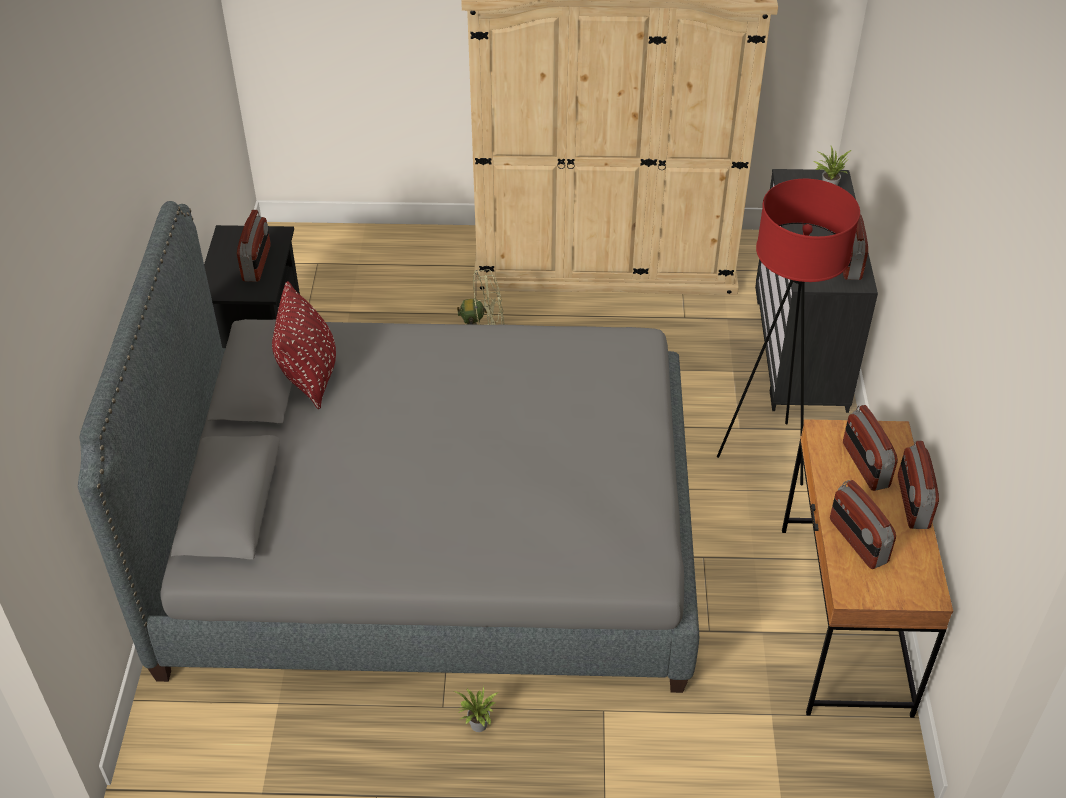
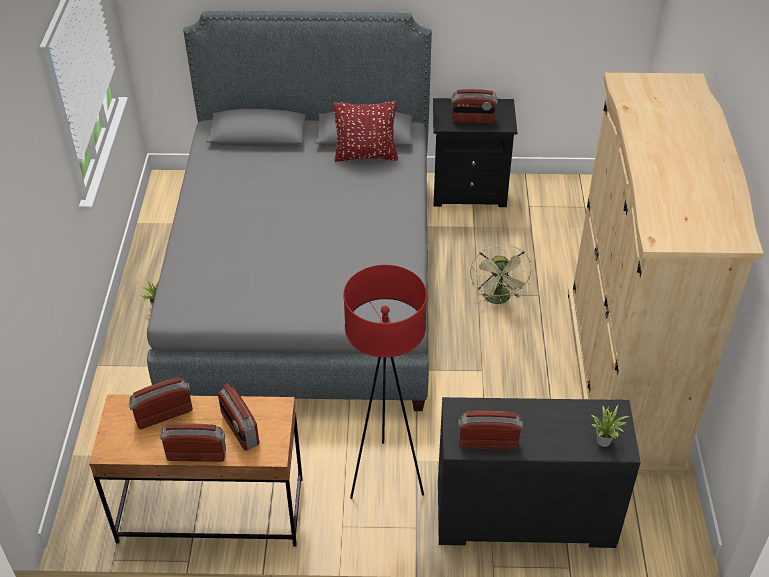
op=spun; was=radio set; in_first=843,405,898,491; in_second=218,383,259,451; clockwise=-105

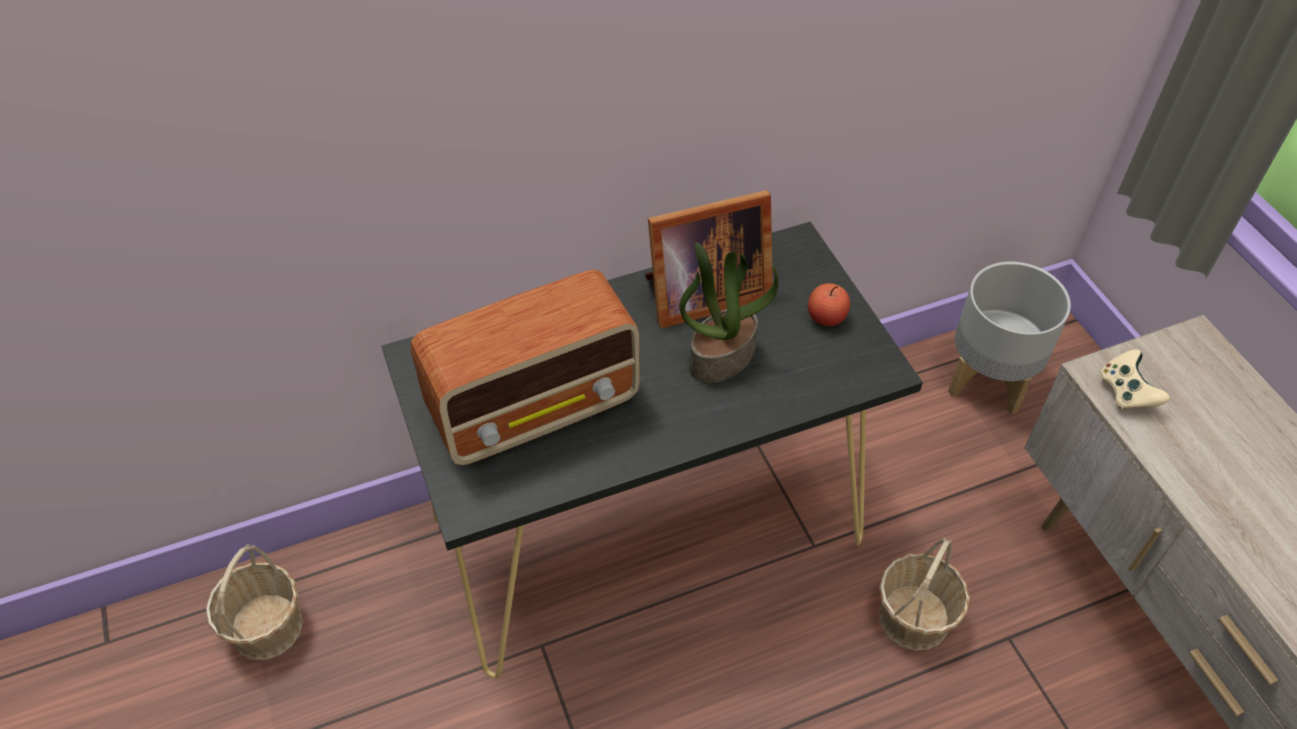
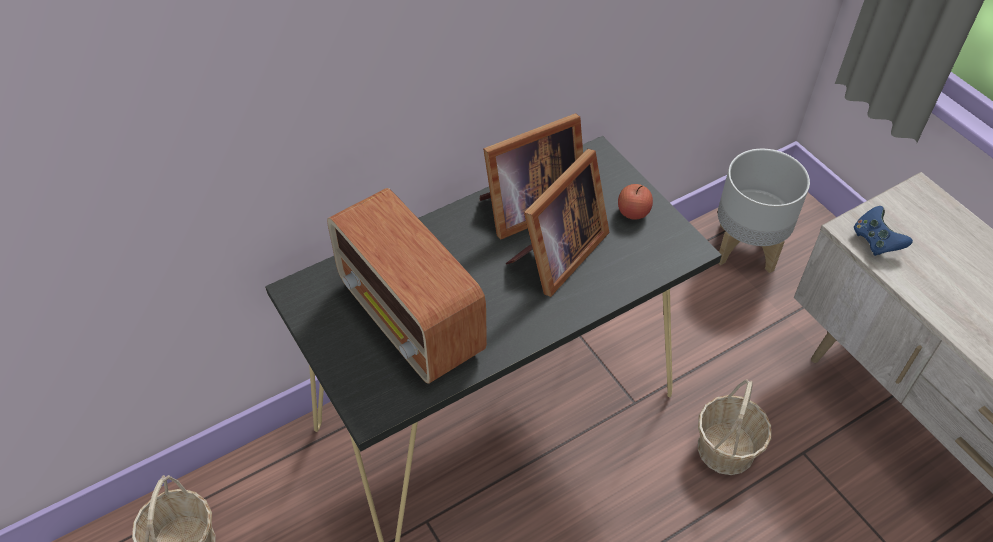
op=exchanged; was=plant in a pot; now=photo frame; in_first=680,243,779,383; in_second=506,149,609,297
op=colour; was=game controller/beige-coloured; now=game controller/blue-coloured; in_first=1100,349,1170,410; in_second=854,206,913,256
op=spun; was=radio set; in_first=411,270,640,465; in_second=327,188,487,384; clockwise=90

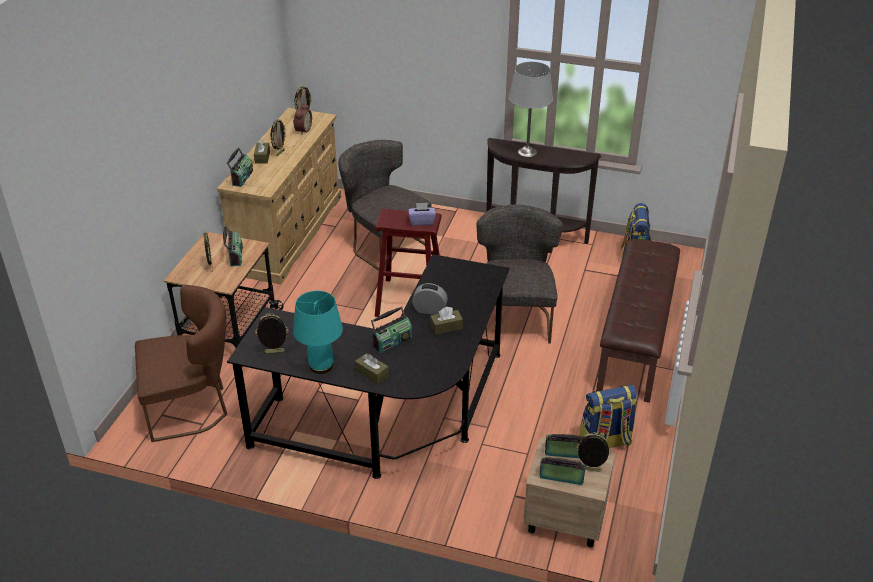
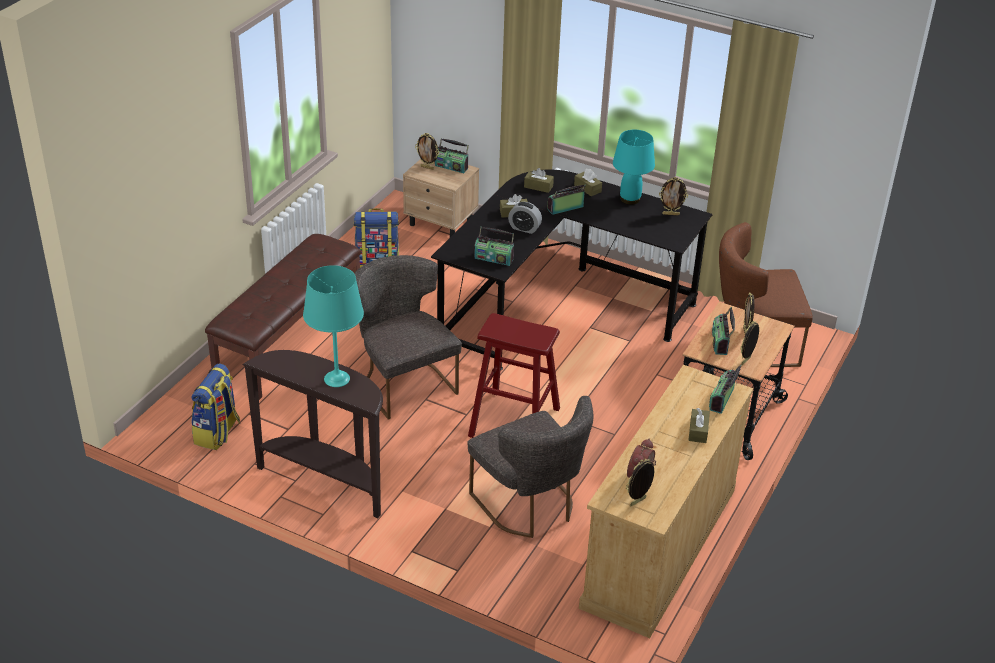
op=missing; was=tissue holder/purple-coloured; in_first=408,203,436,226
op=appeared; now=tissue holder/brown; in_second=524,168,554,193
op=relocated; was=photo frame; in_first=271,119,286,156; in_second=740,321,759,365
op=relocated; was=radio set; in_first=545,434,585,458; in_second=474,227,514,266
op=colour; was=lamp for a table/greyish; now=lamp for a table/turquoise; in_first=509,62,553,157; in_second=303,265,364,387
op=spun; was=upright chair/greyish; in_first=476,204,563,343; in_second=354,255,462,420; clockwise=135

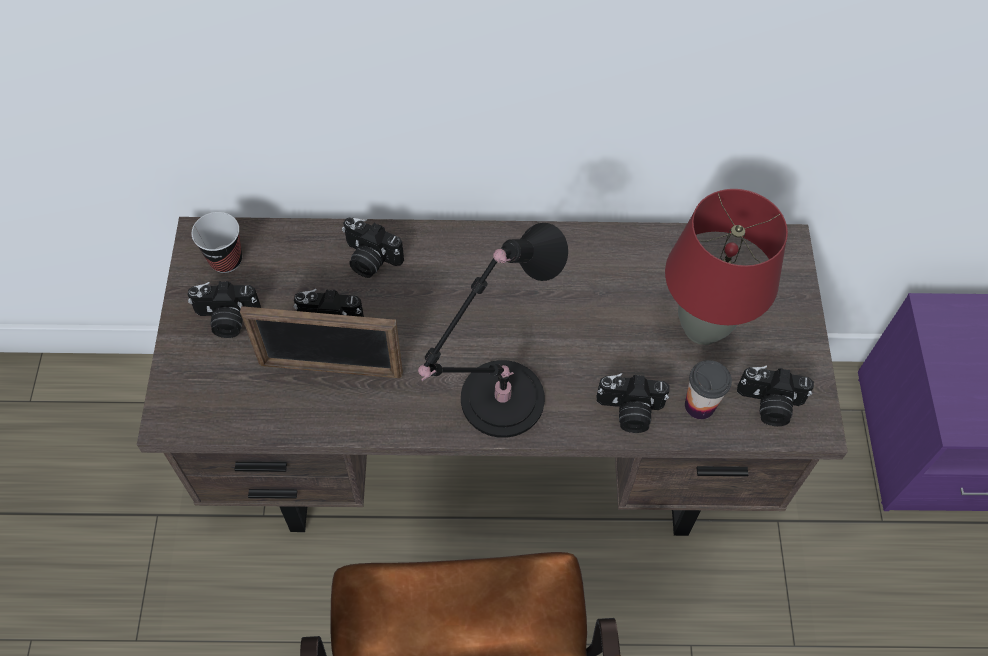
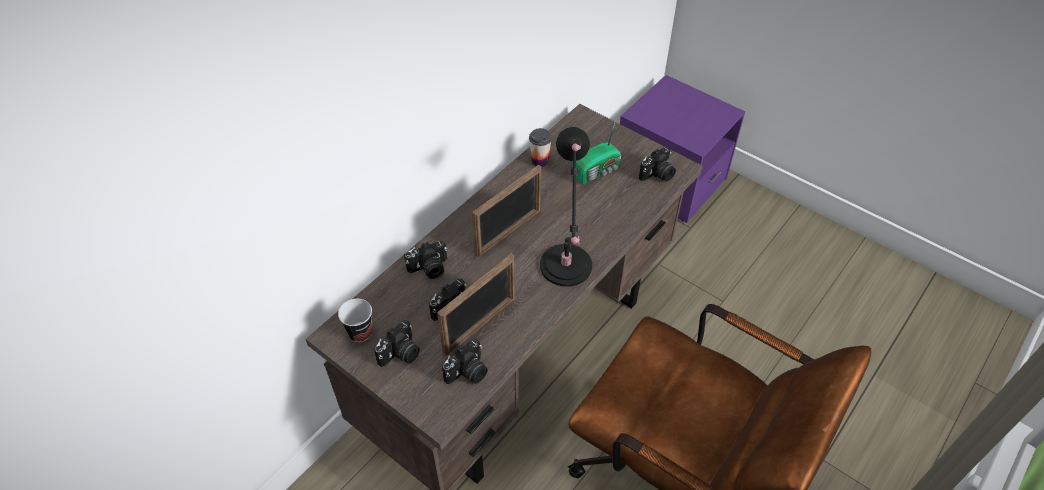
op=appeared; now=photo frame; in_second=472,165,541,258
op=relocated; was=still camera; in_first=596,373,669,433; in_second=442,339,488,384
op=relocated; was=small cup; in_first=685,360,732,419; in_second=529,128,552,167
op=exchanged; was=lamp for a table/reddish; now=radio set; in_first=665,189,788,345; in_second=576,120,621,184

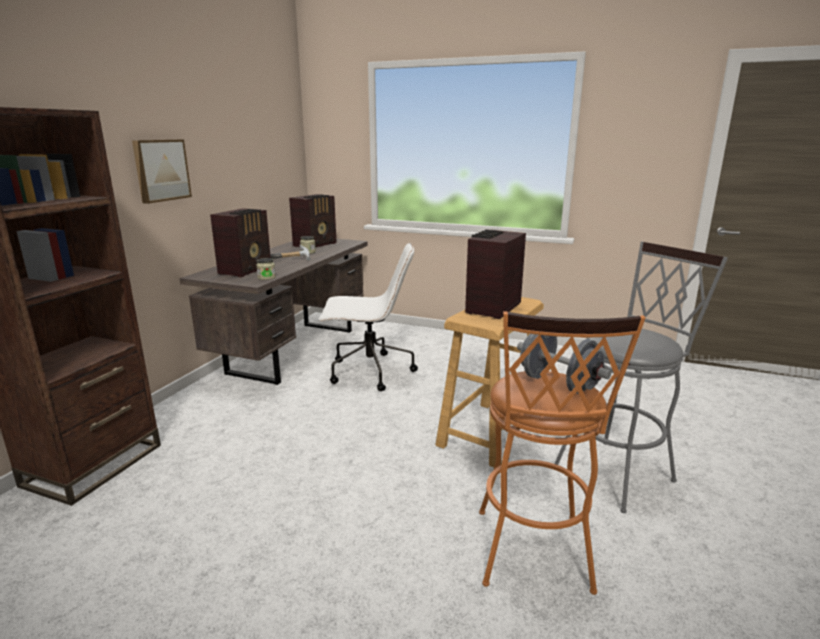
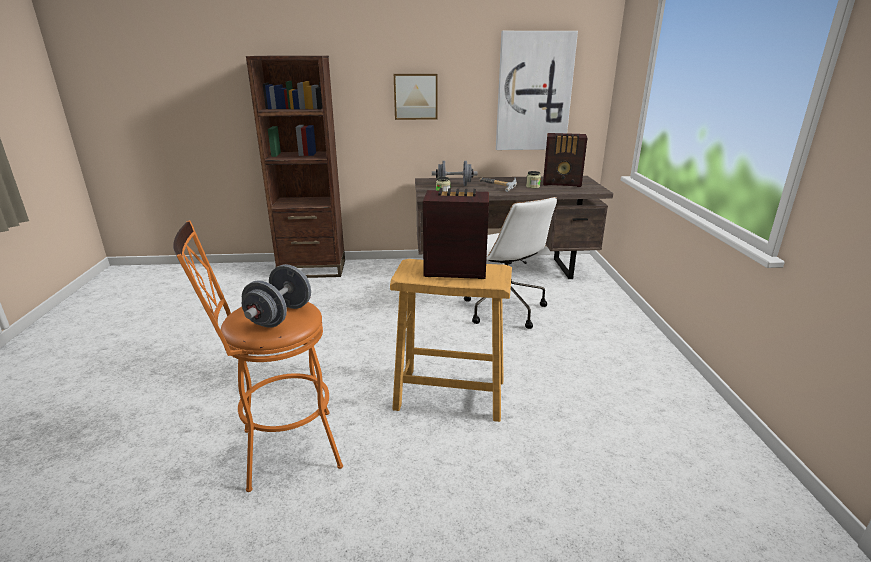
op=missing; was=stool seat/greyish; in_first=555,241,728,513
op=appeared; now=picture; in_second=496,31,578,150
op=exchanged; was=radio set; now=dumbbell/greyish; in_first=210,208,271,277; in_second=432,161,478,186

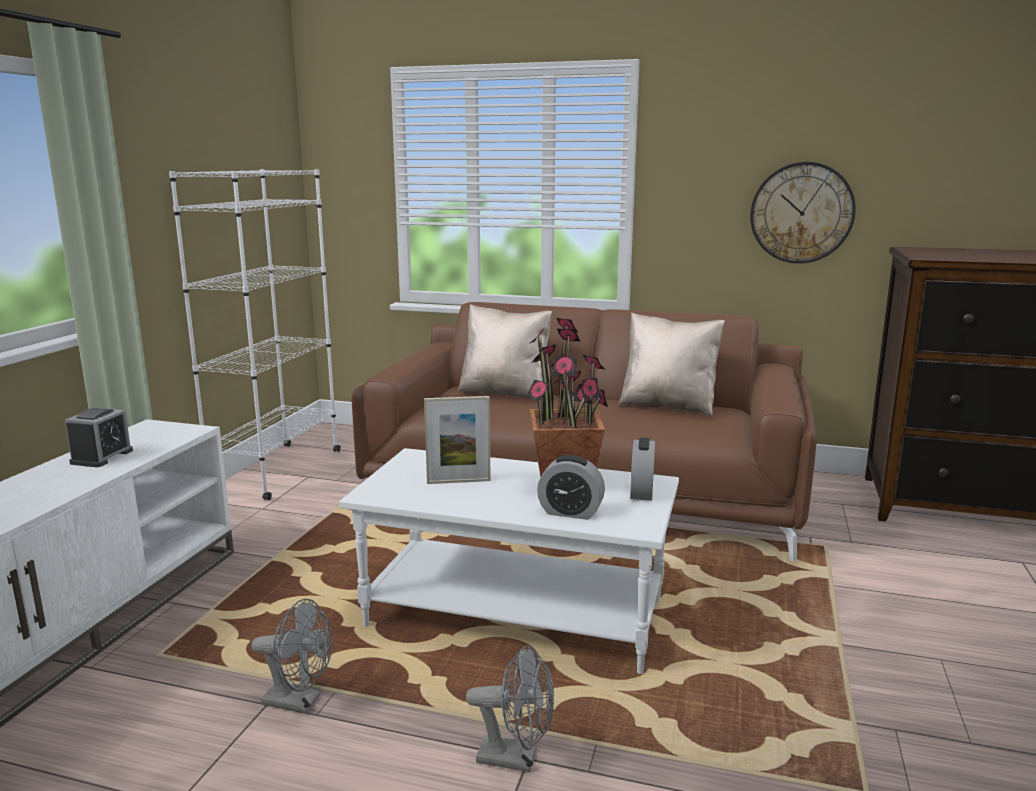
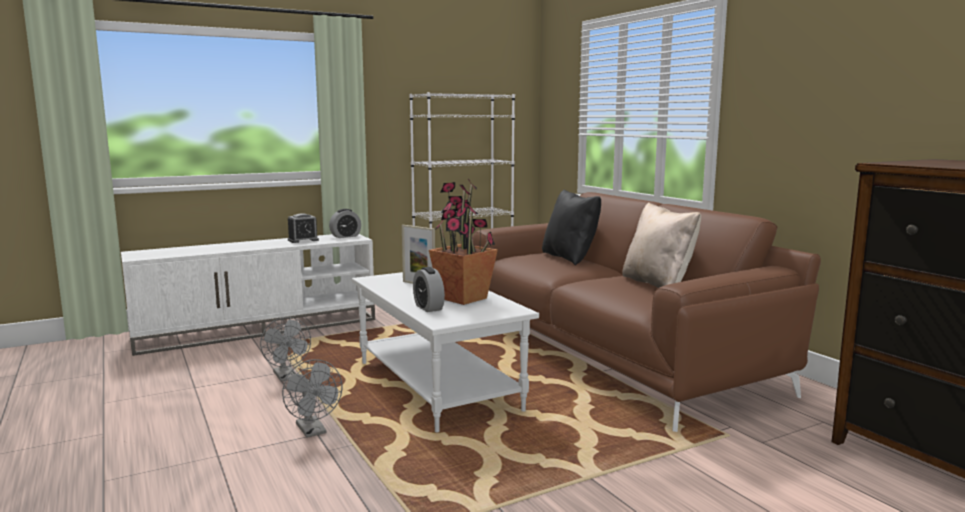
op=missing; was=wall clock; in_first=750,162,856,264
op=relocated; was=bedside clock; in_first=630,437,655,501; in_second=329,209,361,238
op=colour; was=cushion/beige-coloured; now=cushion/black; in_first=458,304,552,401; in_second=542,190,601,265

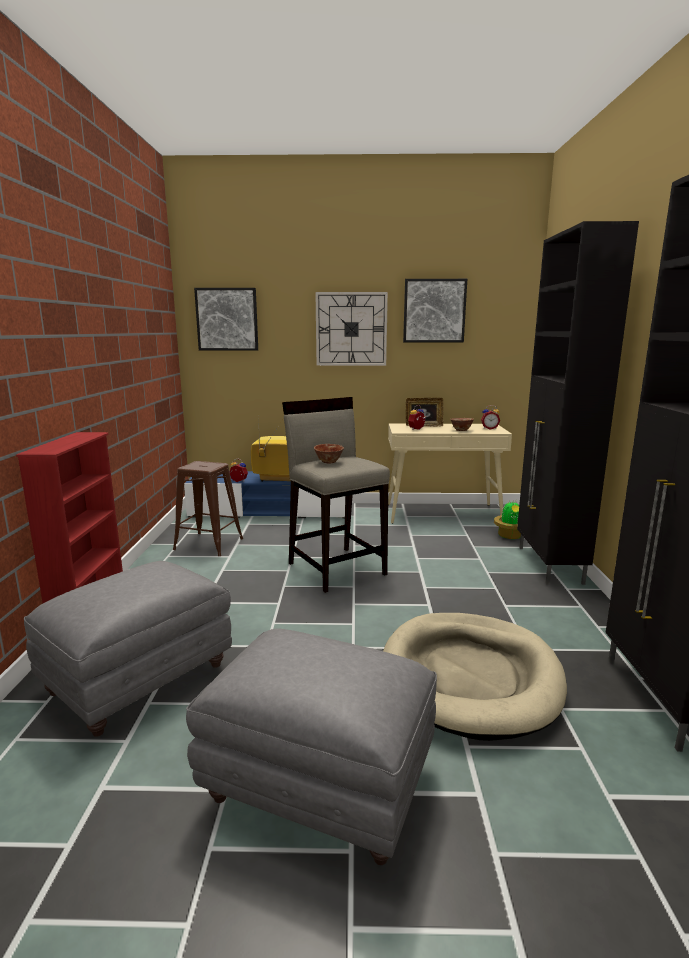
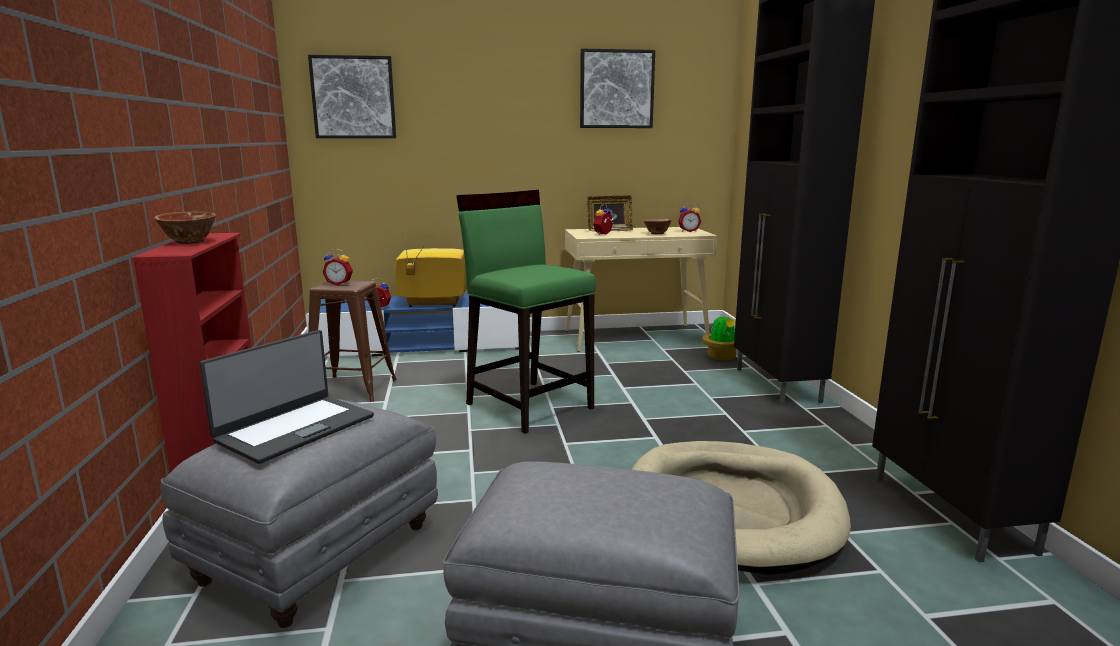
op=missing; was=wall clock; in_first=315,292,388,366
op=appeared; now=portable computer; in_second=200,330,374,464
op=appeared; now=bedside clock; in_second=322,249,353,286
op=relocated; was=serving bowl; in_first=314,444,344,464; in_second=154,212,216,244
op=colour; was=stool seat/beige-coloured; now=stool seat/green-coloured; in_first=282,397,390,593; in_second=456,190,596,434

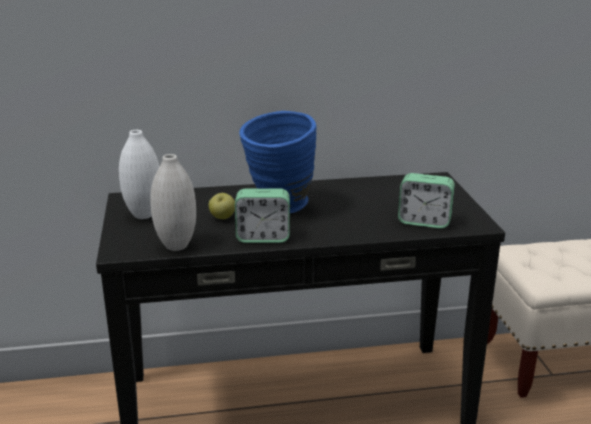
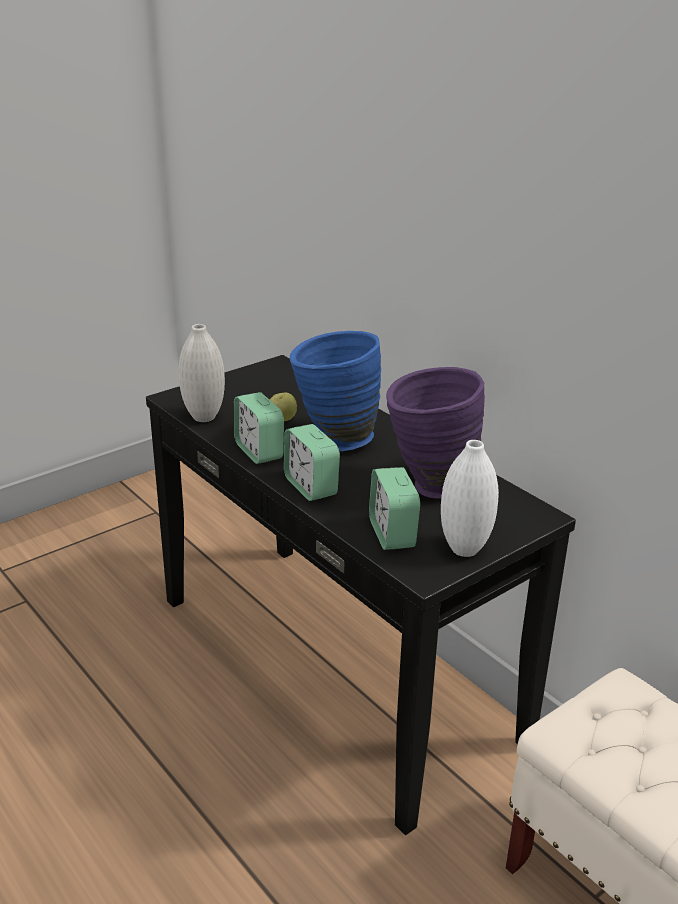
op=appeared; now=bedside clock; in_second=284,424,340,501
op=appeared; now=vase/purple-coloured; in_second=386,367,485,498
op=relocated; was=vase/whitish; in_first=119,130,160,219; in_second=441,440,499,557

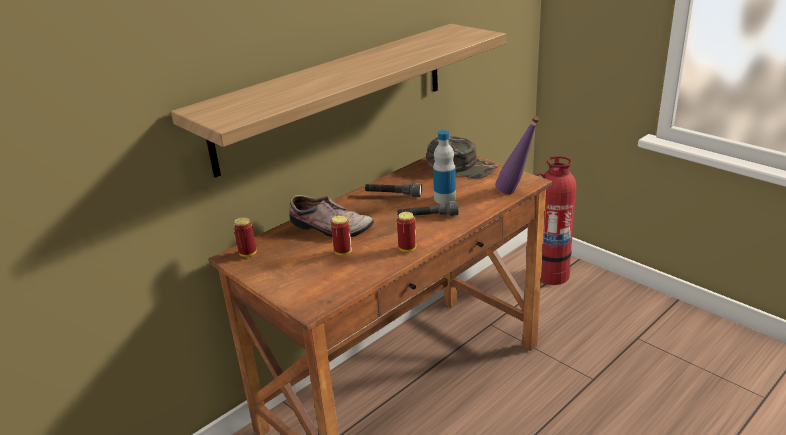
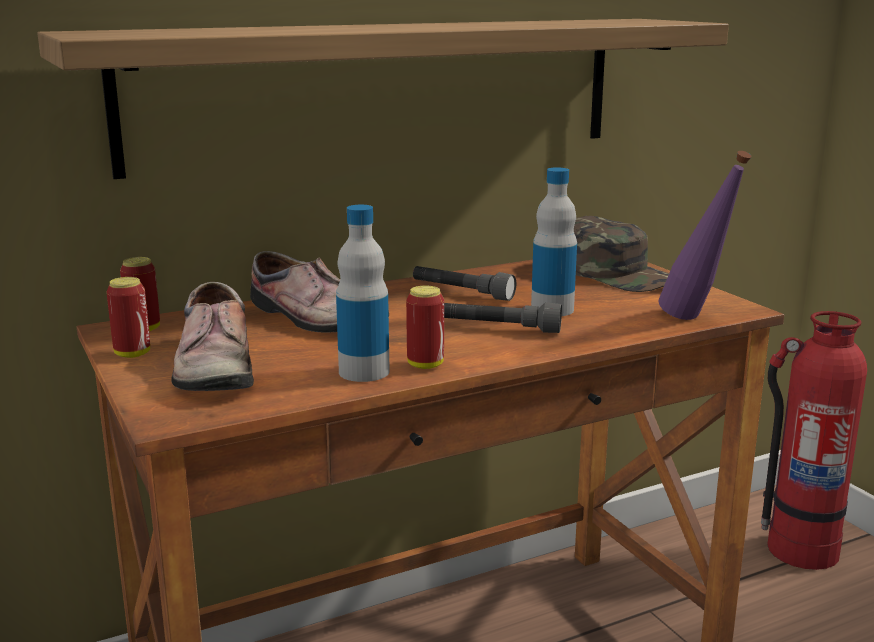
op=appeared; now=item of footwear; in_second=171,282,254,391
op=appeared; now=bottle; in_second=336,205,390,382
op=relocated; was=sealed can; in_first=331,215,352,256; in_second=106,277,150,358

